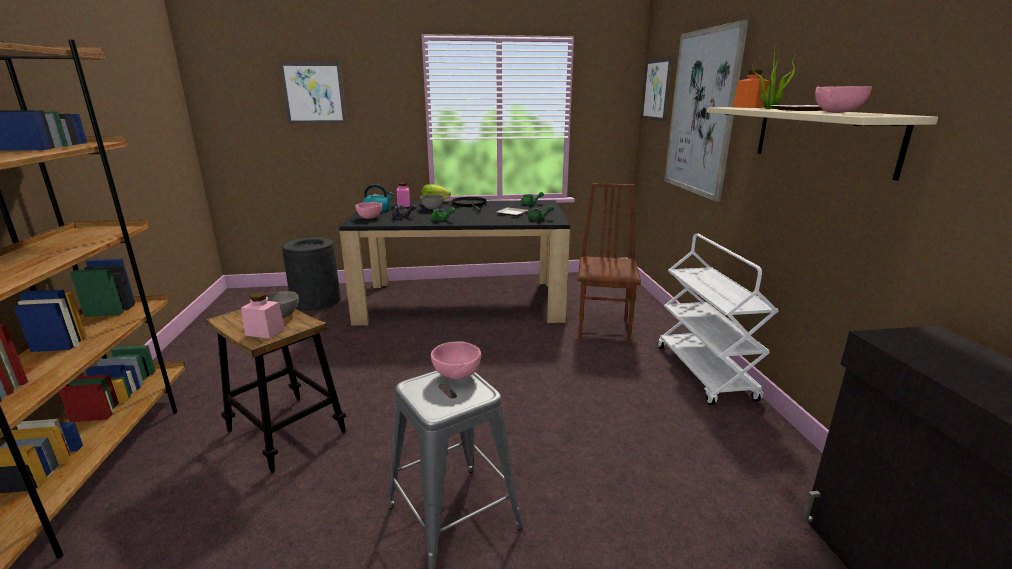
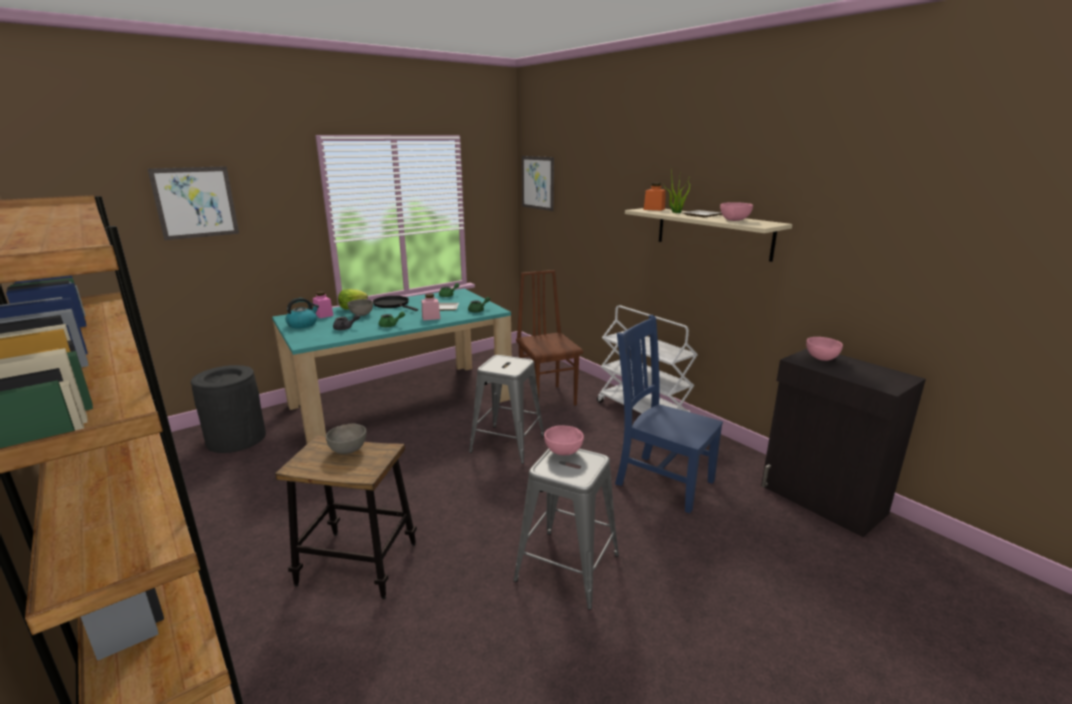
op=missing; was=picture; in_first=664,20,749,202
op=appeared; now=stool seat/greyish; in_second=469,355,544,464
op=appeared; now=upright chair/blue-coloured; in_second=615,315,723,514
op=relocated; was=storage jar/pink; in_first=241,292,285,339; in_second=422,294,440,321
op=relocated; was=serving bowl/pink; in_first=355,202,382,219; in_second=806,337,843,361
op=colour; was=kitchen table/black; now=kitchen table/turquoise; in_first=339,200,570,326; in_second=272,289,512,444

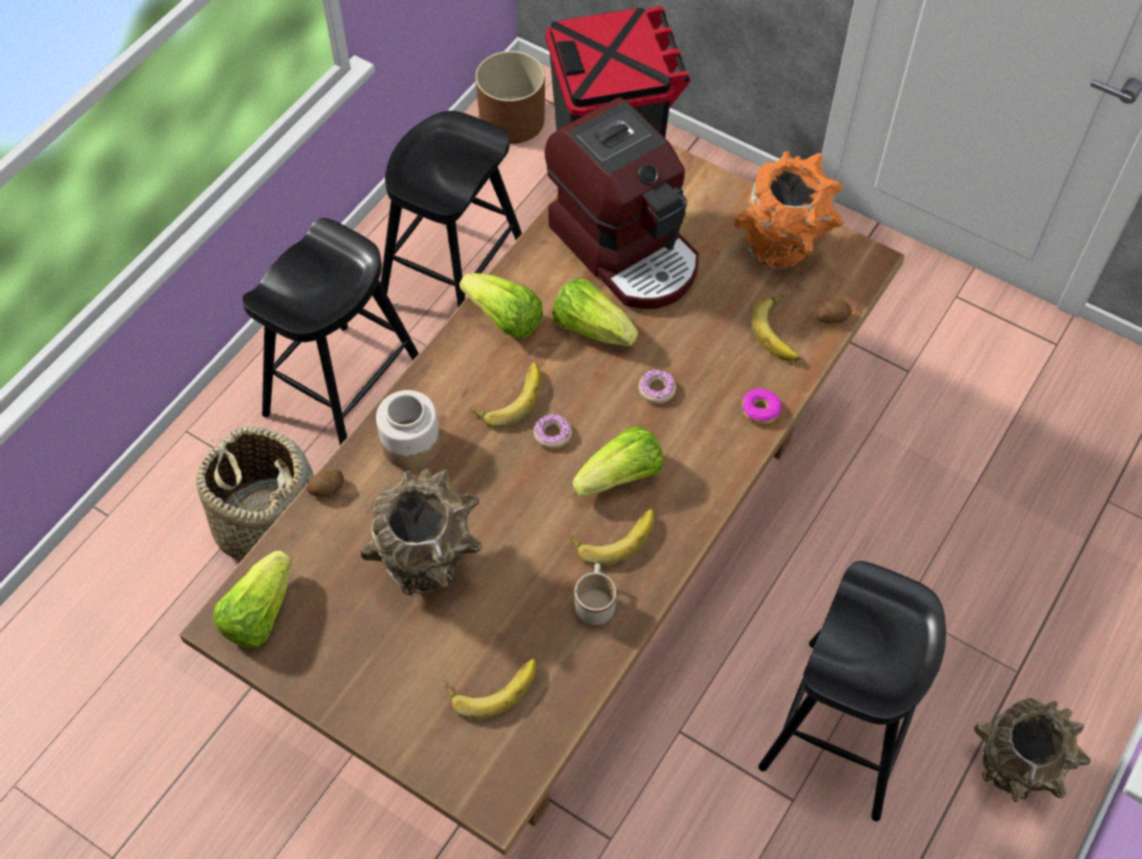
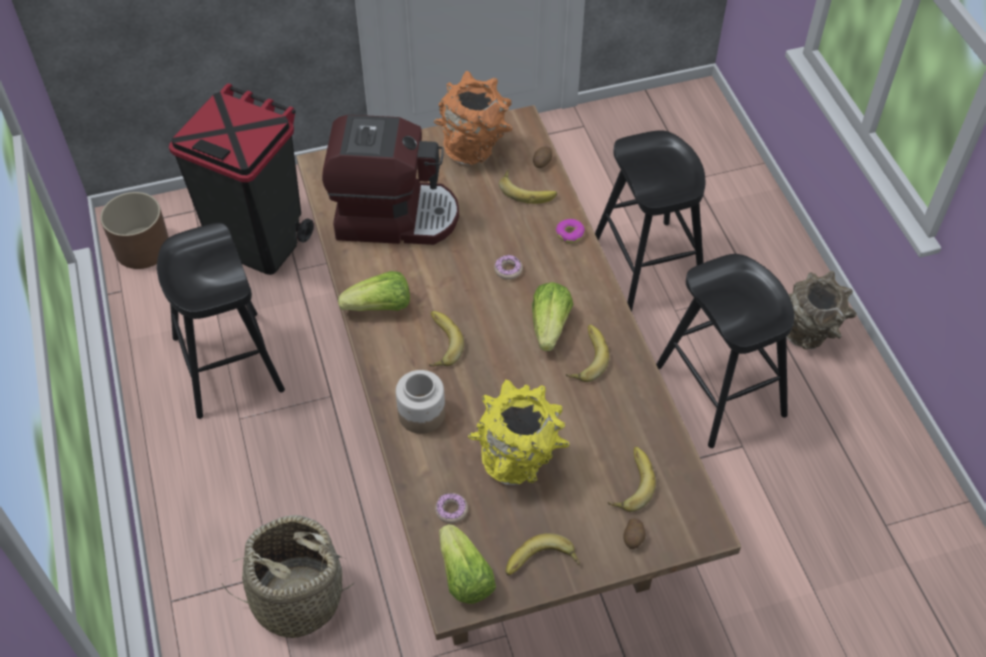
op=missing; was=lettuce; in_first=553,278,638,346
op=missing; was=coffee mug/beige-coloured; in_first=575,563,616,625
op=appeared; now=whole banana; in_second=506,533,580,576
op=relocated; was=stool seat/black; in_first=242,218,419,445; in_second=595,130,705,312
op=relocated; was=spud; in_first=306,469,344,497; in_second=623,518,646,549
op=relocated; was=donut; in_first=534,413,572,449; in_second=435,493,468,523
op=colour; was=vase/brown; now=vase/yellow-coloured; in_first=361,469,482,596; in_second=468,380,569,485

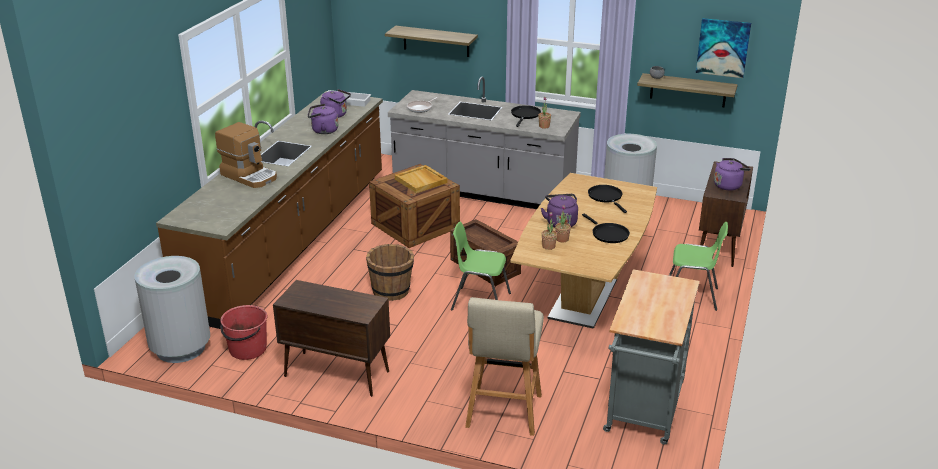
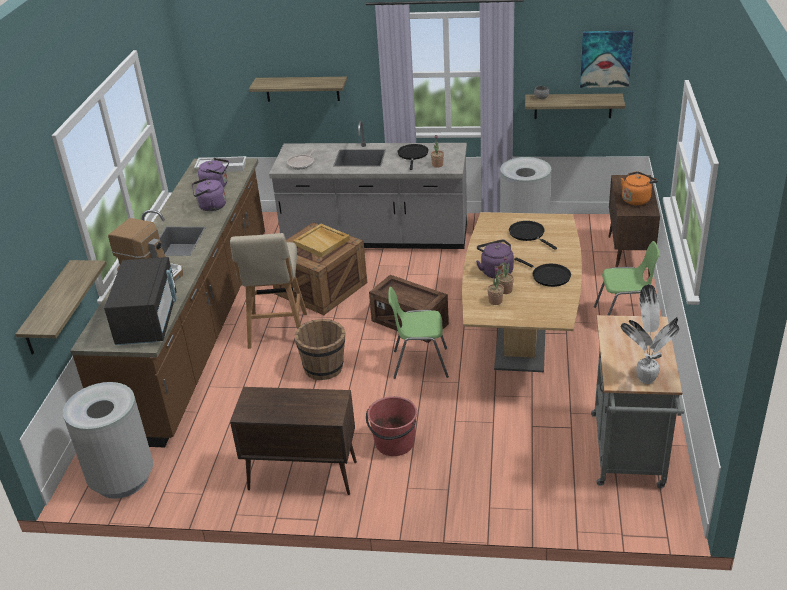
op=appeared; now=wall shelf; in_second=15,260,107,355
op=appeared; now=kitchen microwave/black; in_second=104,257,177,345
op=appeared; now=plant in a pot; in_second=621,285,679,384
op=relocated; was=pail/reddish; in_first=220,305,267,360; in_second=366,396,417,456
op=relocated; was=stool seat/beige-coloured; in_first=465,297,544,436; in_second=230,233,307,349
op=colour; was=tea kettle/purple-coloured; now=tea kettle/orange-coloured; in_first=714,158,751,190; in_second=621,171,658,205

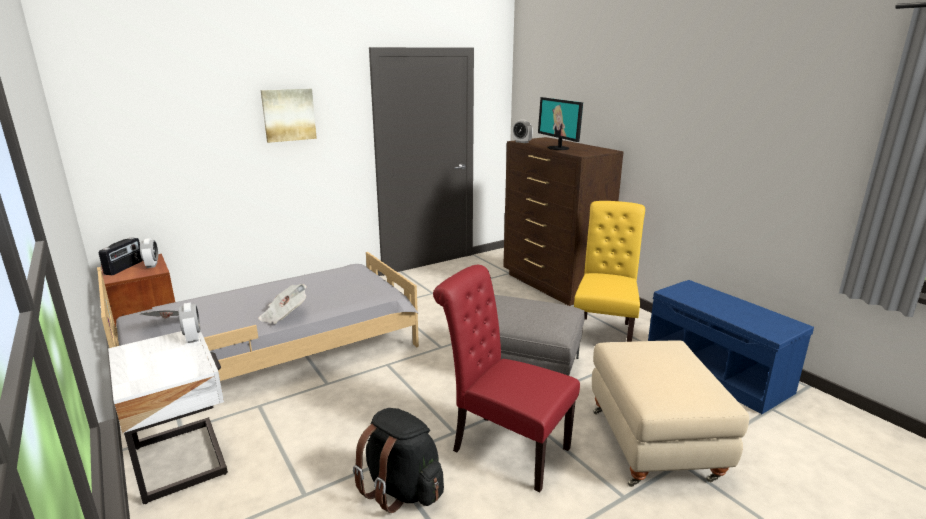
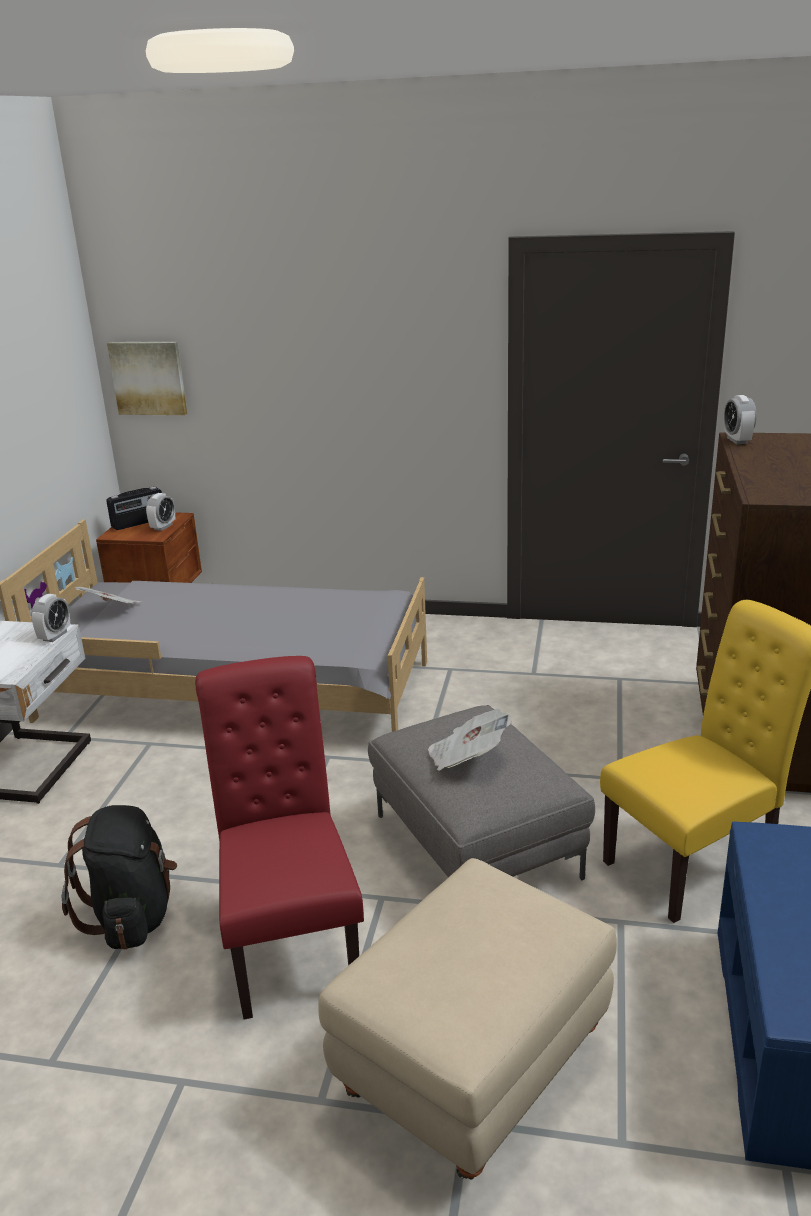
op=missing; was=monitor; in_first=538,97,583,150
op=relocated; was=printed paper; in_first=258,284,307,324; in_second=428,709,512,771
op=relocated; was=picture; in_first=261,89,317,143; in_second=107,342,187,415

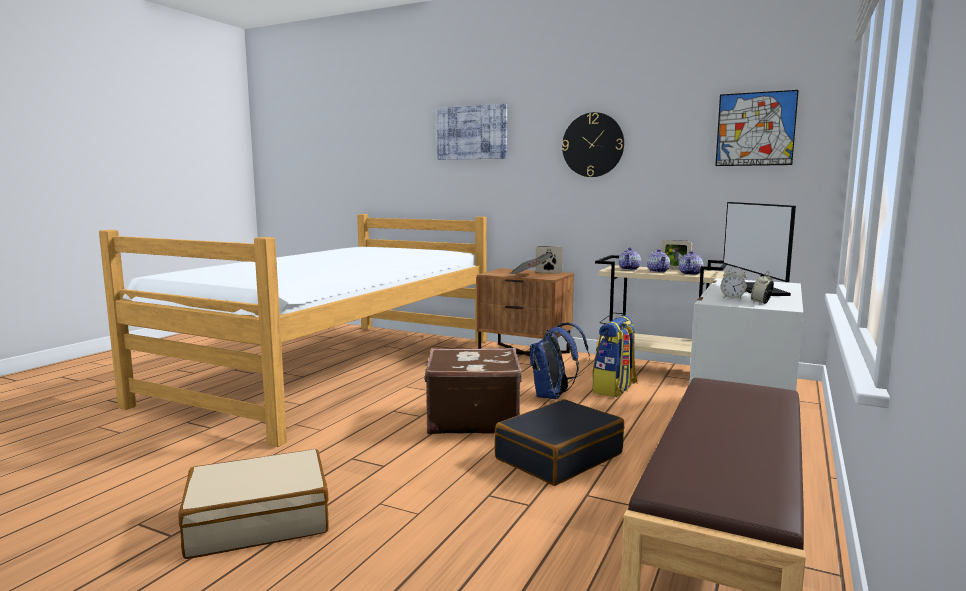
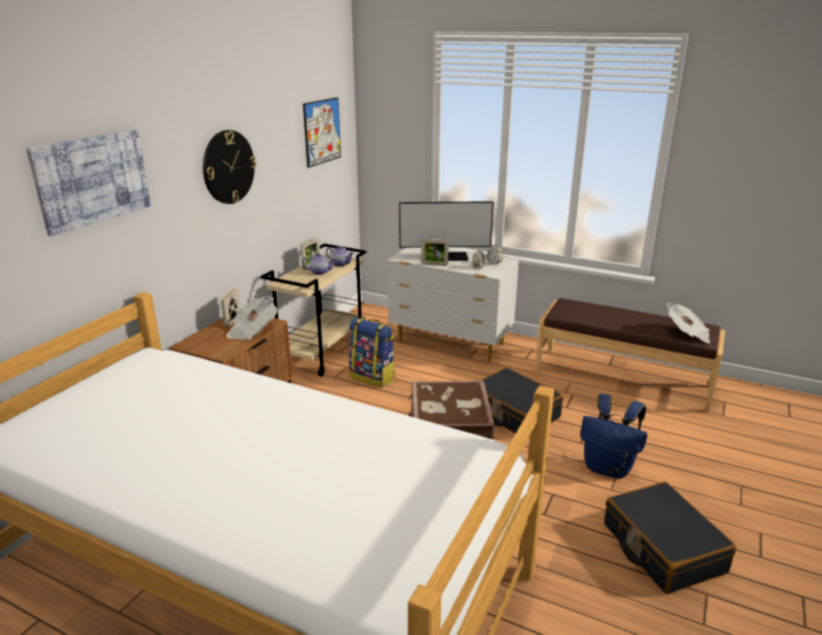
op=missing; was=tea pot; in_first=618,248,641,270
op=appeared; now=photo frame; in_second=421,239,449,266
op=appeared; now=printed paper; in_second=667,303,710,343
op=relocated; was=knapsack/blue-coloured; in_first=530,323,589,399; in_second=580,394,647,479
op=colour; was=travel case/beige-coloured; now=travel case/black; in_first=178,449,329,559; in_second=604,482,736,594

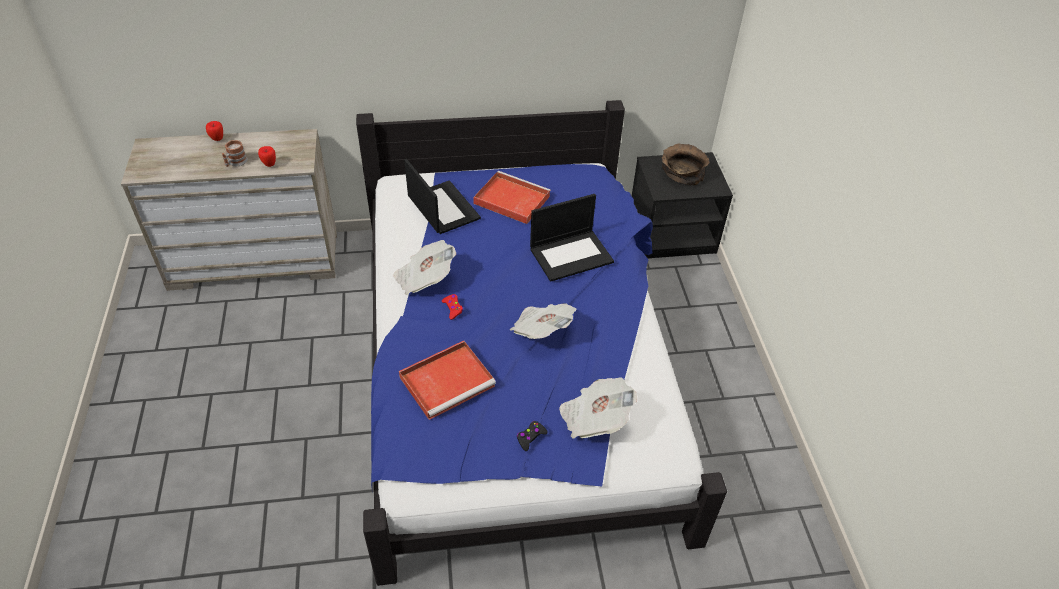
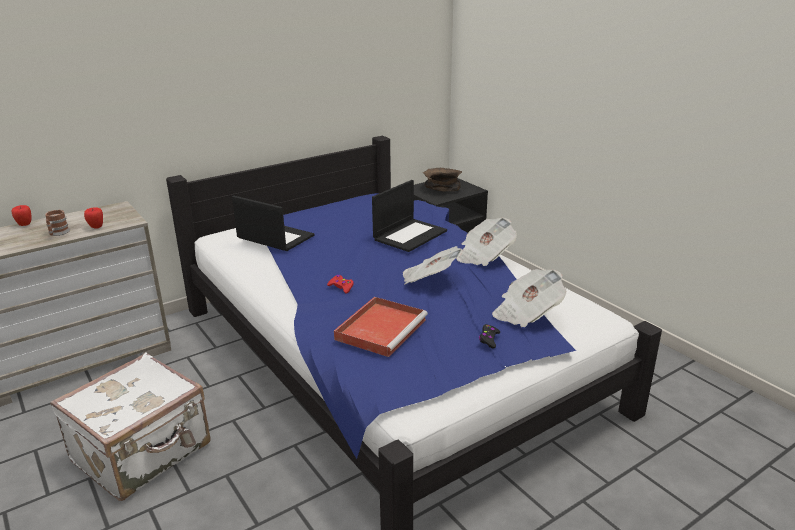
op=missing; was=carrying tray/reddish; in_first=473,171,551,224
op=appeared; now=travel case/whitish; in_second=50,352,211,501
op=relocated; was=printed paper; in_first=393,240,456,295; in_second=456,218,517,266

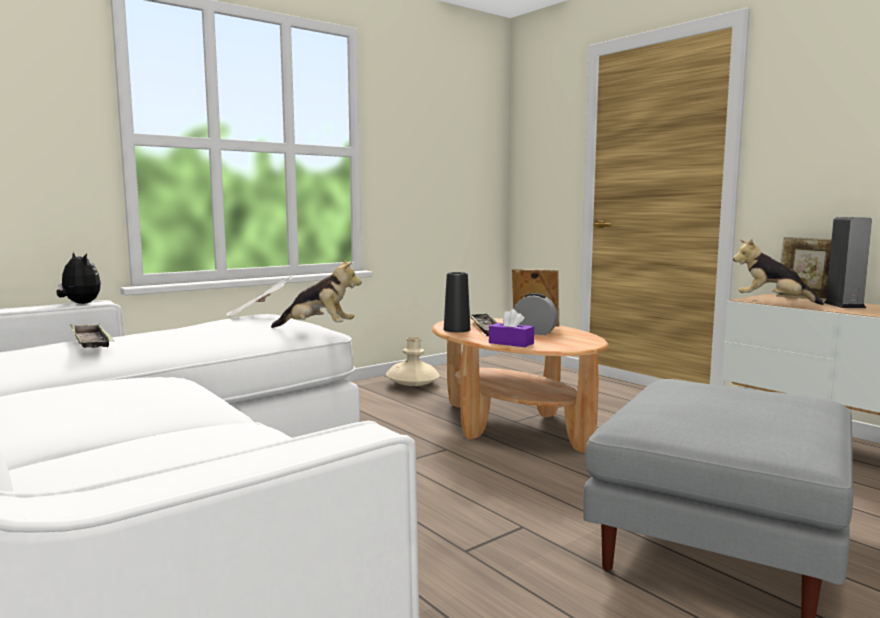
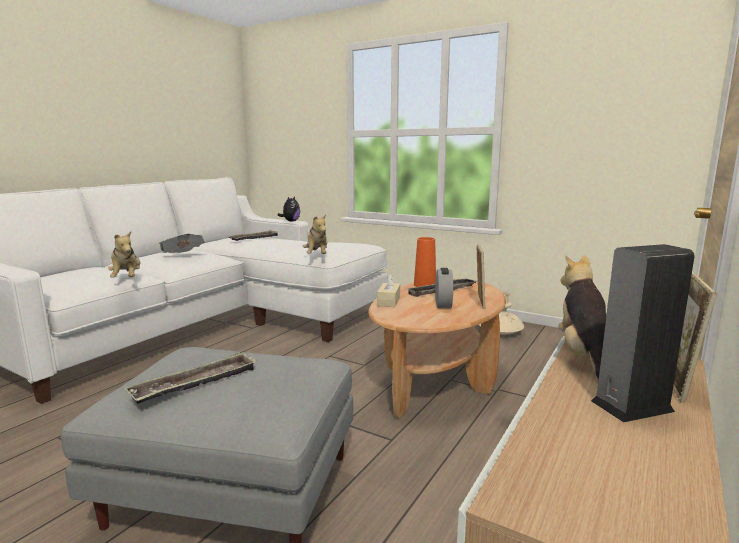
op=appeared; now=plush toy; in_second=108,231,140,278
op=appeared; now=carrying tray; in_second=124,352,257,404
op=relocated; was=printed paper; in_first=226,276,293,316; in_second=159,234,205,253
op=colour; was=vase/black; now=vase/orange-coloured; in_first=444,272,470,332; in_second=414,237,436,287
op=colour; was=tissue holder/purple-coloured; now=tissue holder/beige-coloured; in_first=489,309,534,347; in_second=377,274,400,307

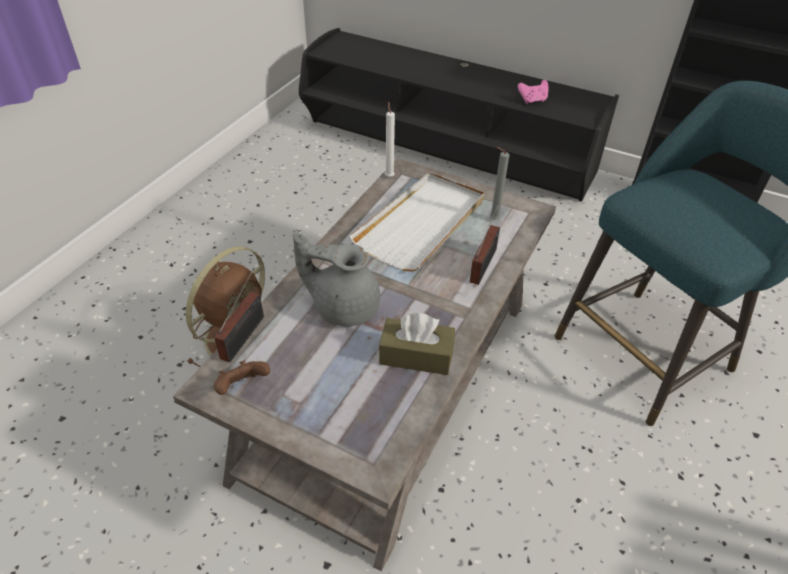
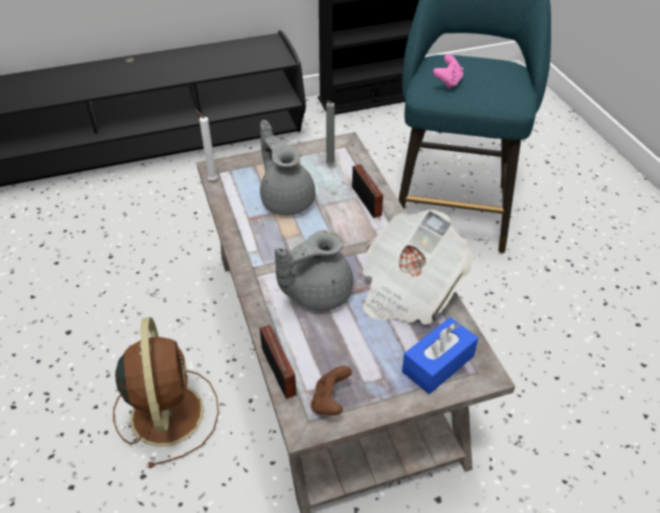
op=appeared; now=tissue holder/blue-coloured; in_second=402,317,478,394
op=relocated; was=game controller/pink; in_first=518,80,549,104; in_second=433,54,464,89
op=exchanged; was=carrying tray/whitish; now=tea pot/greyish; in_first=349,172,484,272; in_second=260,120,315,215
op=exchanged; was=tissue holder/brown; now=printed paper; in_first=379,313,455,375; in_second=362,210,472,325

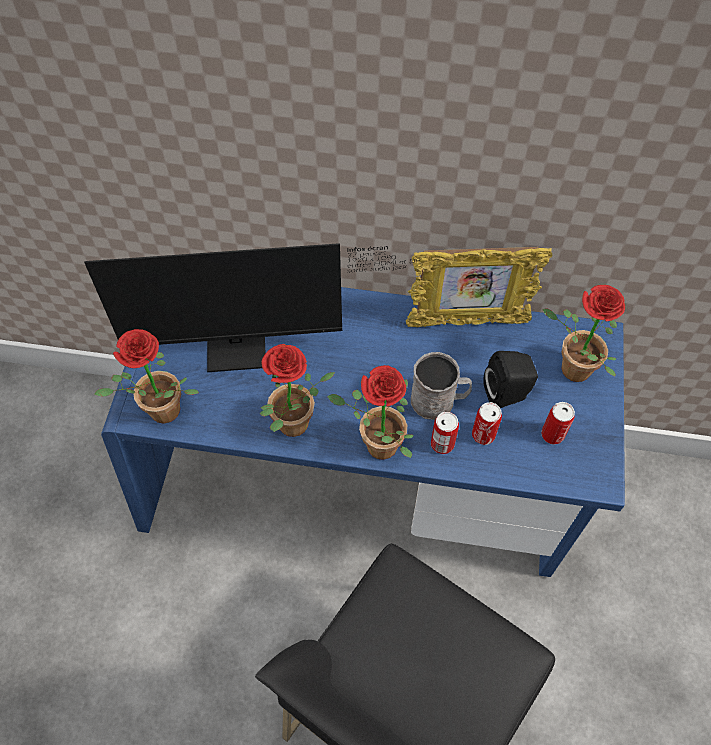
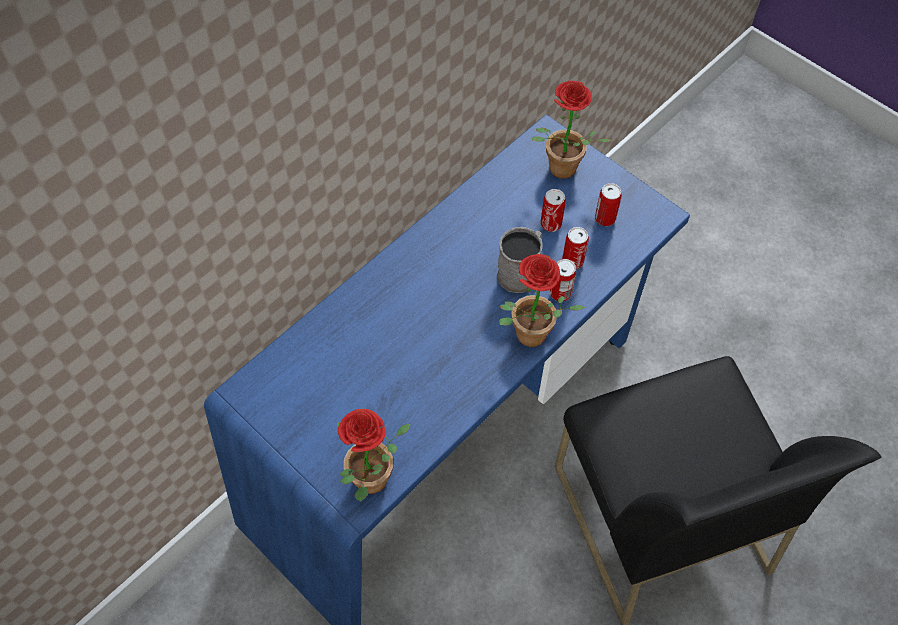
op=missing; was=monitor; in_first=84,243,420,372
op=missing; was=plant in a pot; in_first=259,344,335,437
op=missing; was=photo frame; in_first=406,247,552,327
op=exchanged; was=loudspeaker/black; now=sealed can; in_first=483,351,538,408; in_second=541,189,566,232

